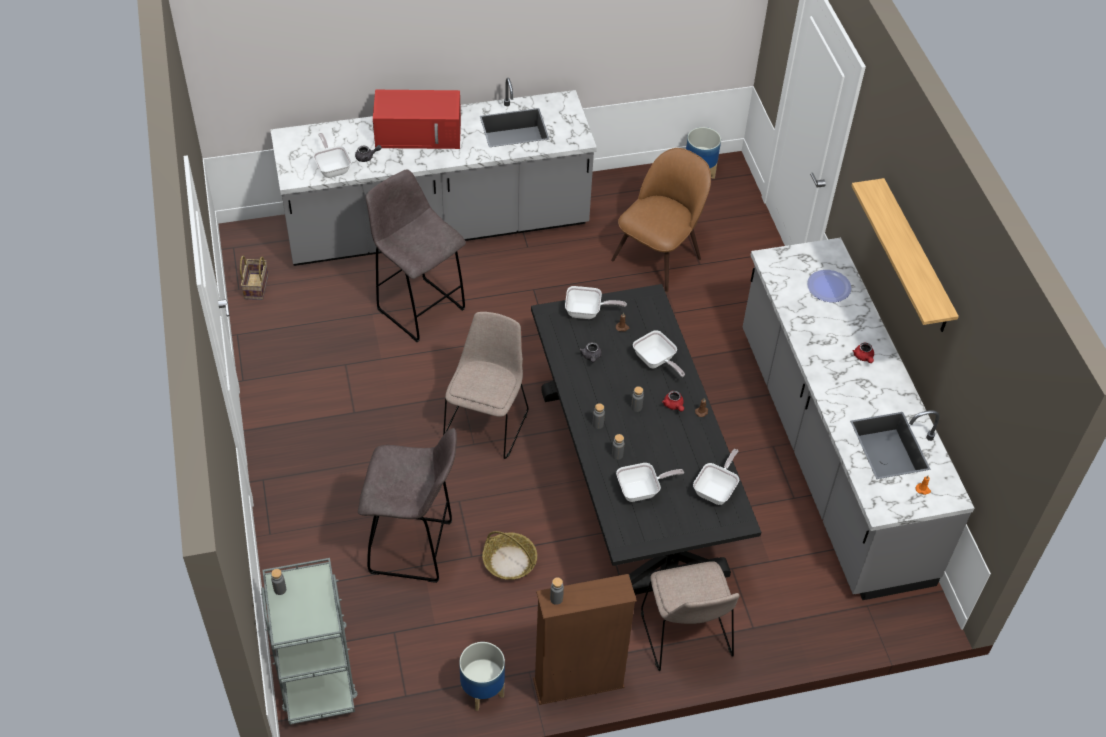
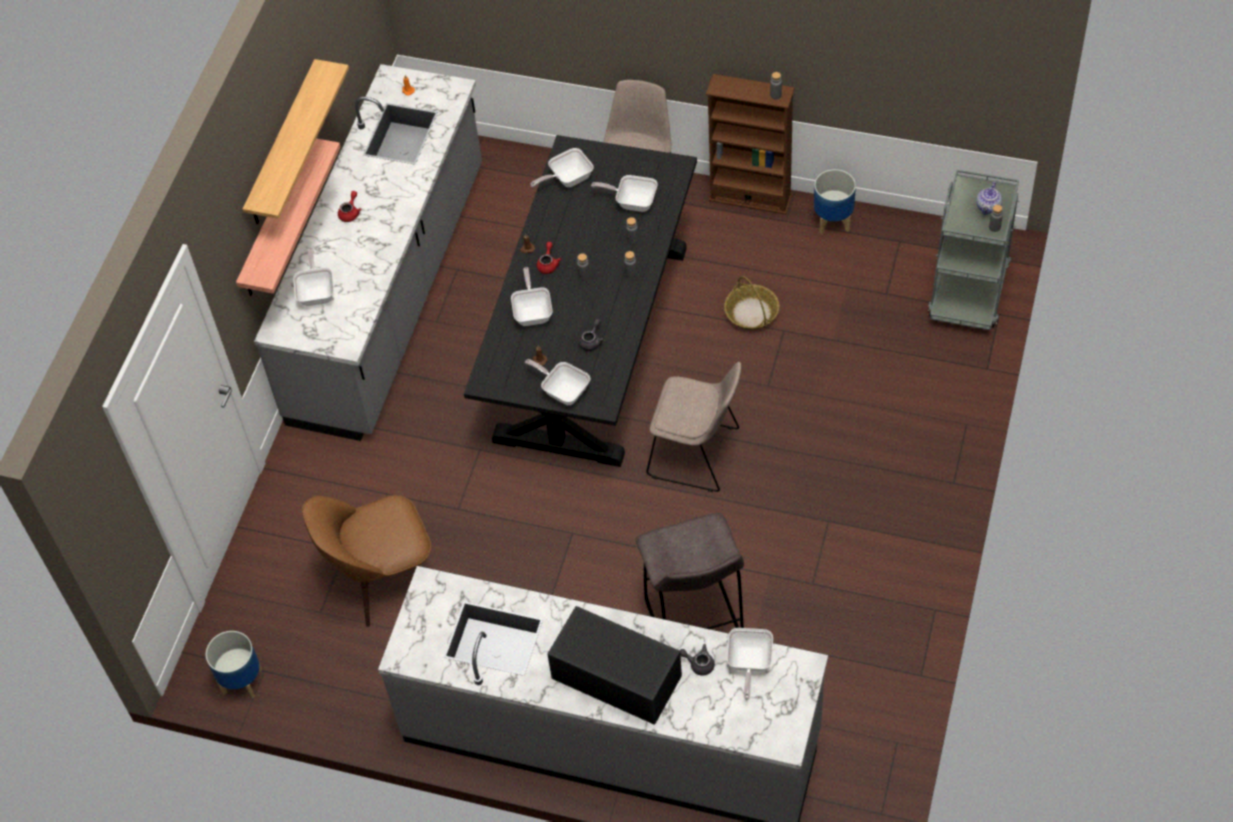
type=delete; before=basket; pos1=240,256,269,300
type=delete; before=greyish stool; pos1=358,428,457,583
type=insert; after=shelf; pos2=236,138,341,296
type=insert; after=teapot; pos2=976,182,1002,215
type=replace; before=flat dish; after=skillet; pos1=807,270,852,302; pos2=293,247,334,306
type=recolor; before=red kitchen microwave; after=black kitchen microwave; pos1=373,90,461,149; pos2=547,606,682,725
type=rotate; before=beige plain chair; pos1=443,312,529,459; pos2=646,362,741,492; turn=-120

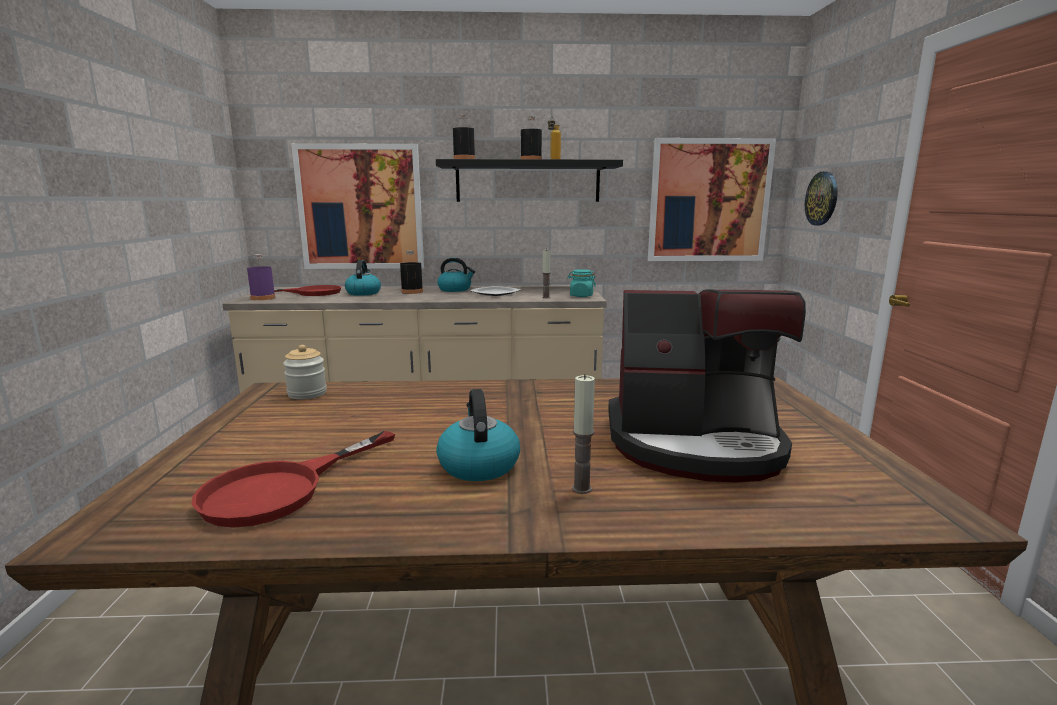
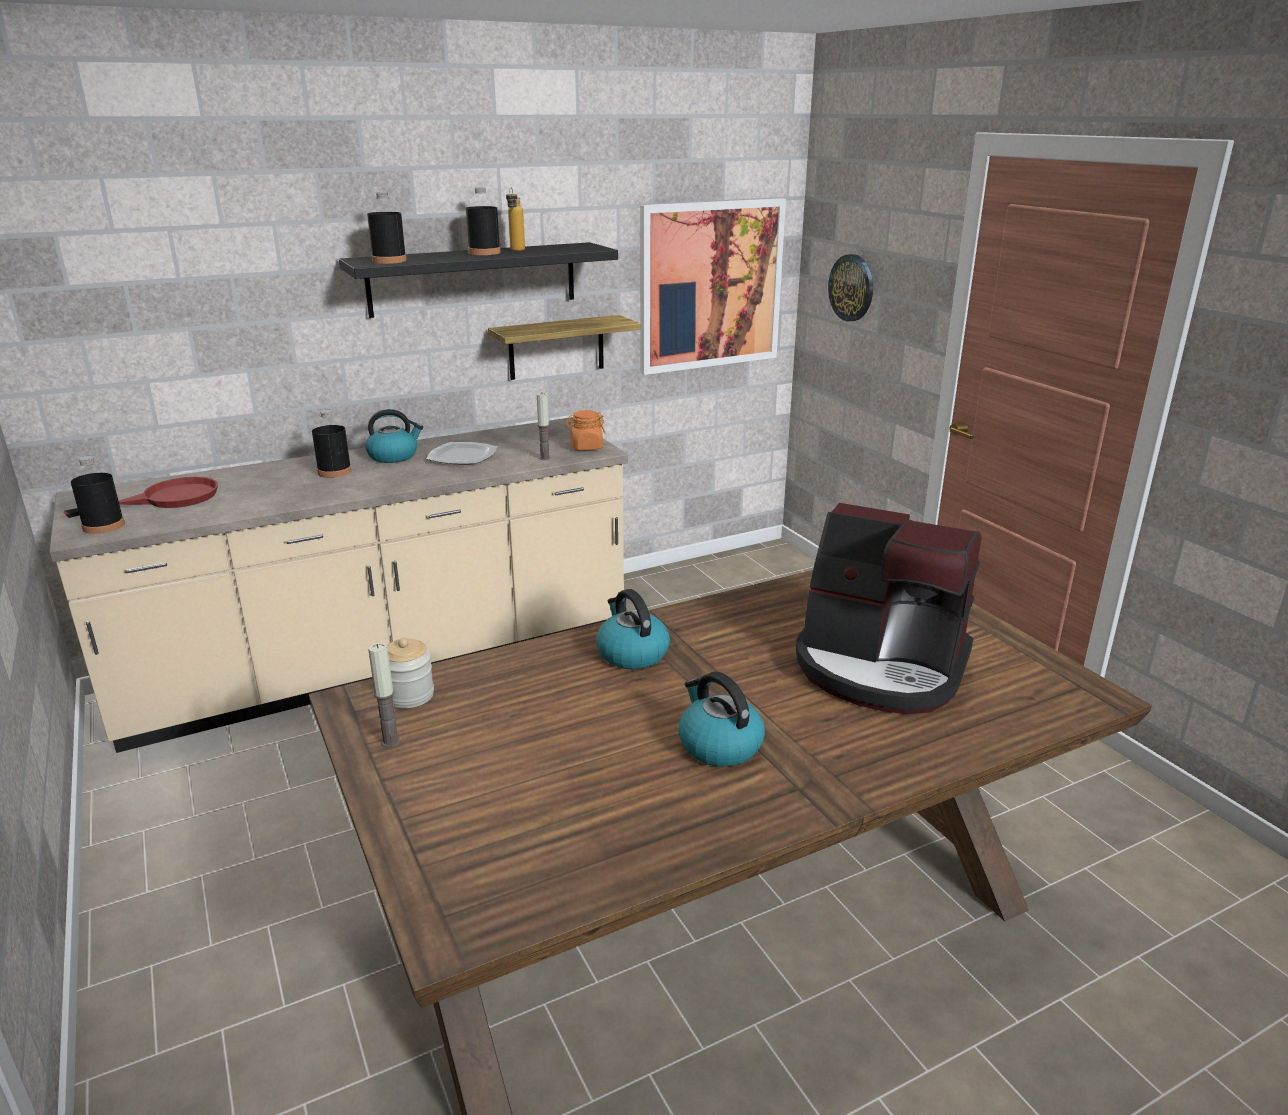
type=delete; before=red skillet; pos1=192,431,395,528
type=delete; before=wall picture; pos1=291,143,424,269
type=insert; after=shelf; pos2=488,315,641,380
type=move; before=tea kettle; pos1=345,260,381,296; pos2=596,589,670,669
type=move; before=wax candle; pos1=572,374,595,494; pos2=368,643,401,748
type=recolor; before=purple-coloured drink bottle; after=black drink bottle; pos1=247,254,275,300; pos2=71,456,125,534
type=recolor; before=turquoise preserve jar; after=orange-coloured preserve jar; pos1=567,269,596,297; pos2=566,410,606,450
type=rotate; before=coffee brewer; pos1=608,289,806,482; pos2=796,503,981,714; turn=45

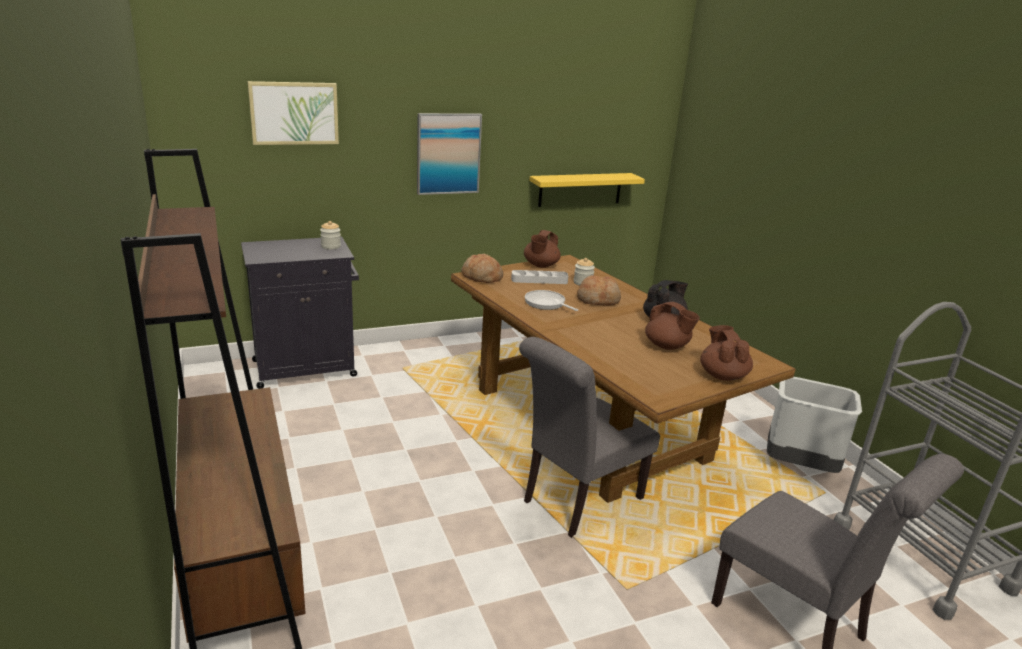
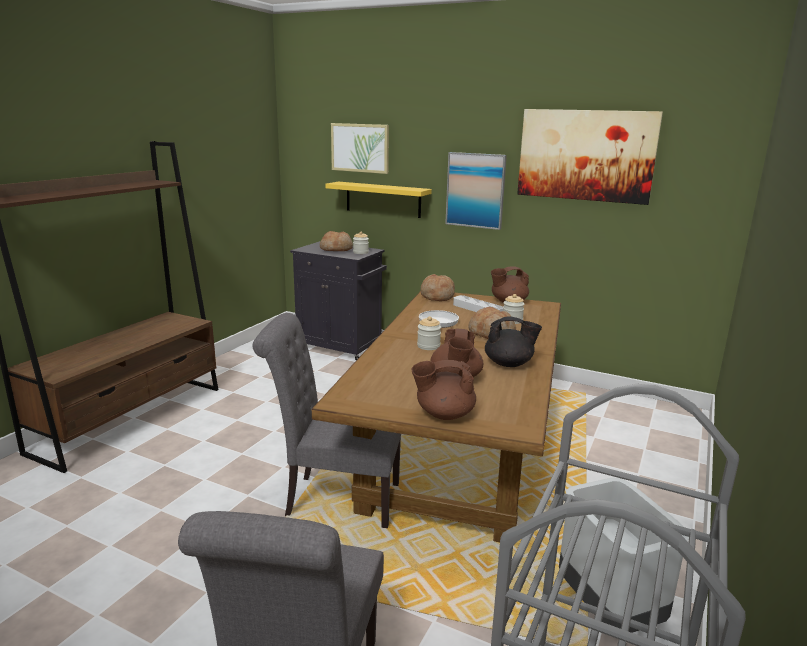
type=insert; after=bakery bread; pos2=320,231,353,251
type=insert; after=preserve jar; pos2=417,316,441,350
type=insert; after=wall picture; pos2=517,109,663,205
type=move; before=yellowish shelf; pos1=529,173,645,207; pos2=325,182,432,218
type=rotate; before=brownish teapot; pos1=700,325,753,381; pos2=412,360,476,420; turn=-135

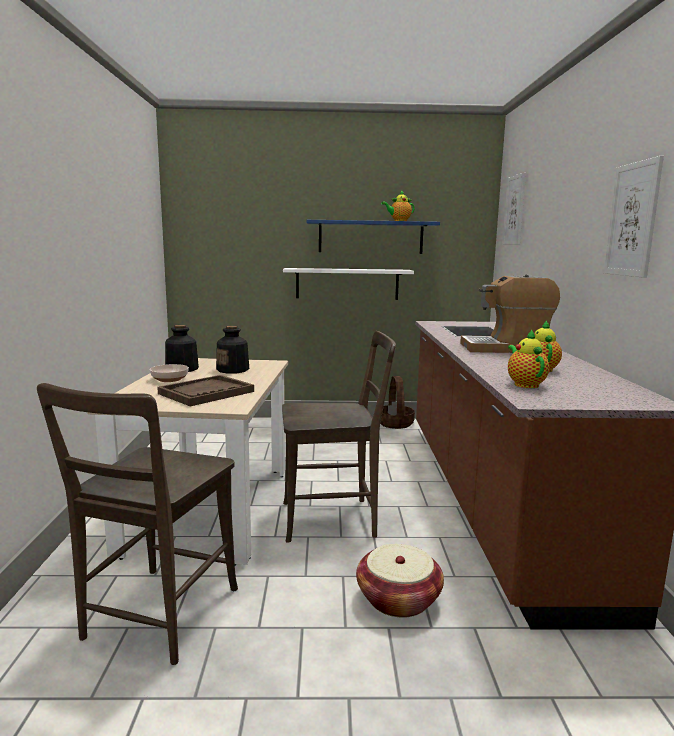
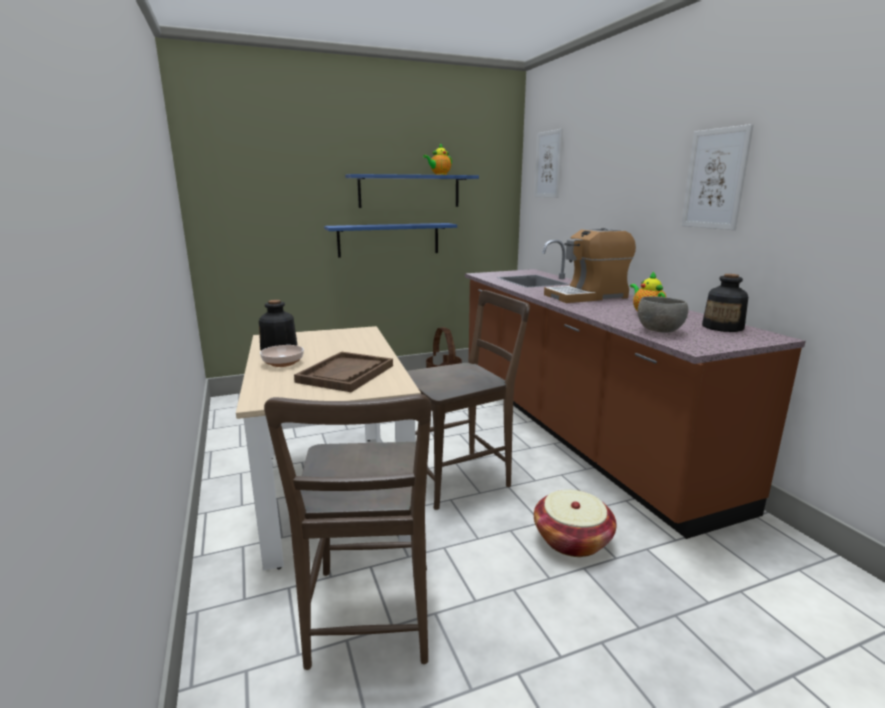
type=move; before=drink bottle; pos1=216,326,249,374; pos2=702,274,748,332
type=replace; before=teapot; after=greyish serving bowl; pos1=508,329,550,388; pos2=638,296,688,333
type=recolor; before=white shelf; after=blue shelf; pos1=283,268,414,300; pos2=324,223,457,258

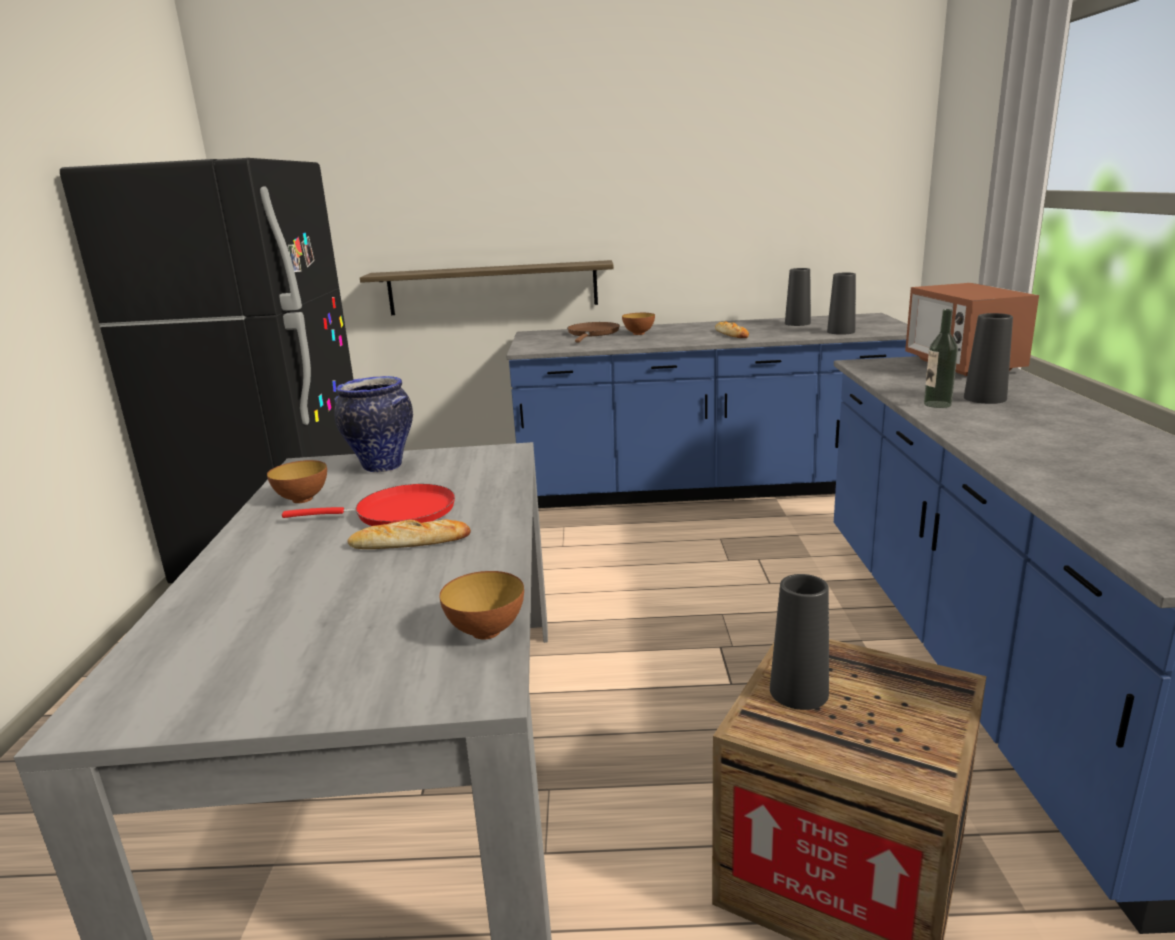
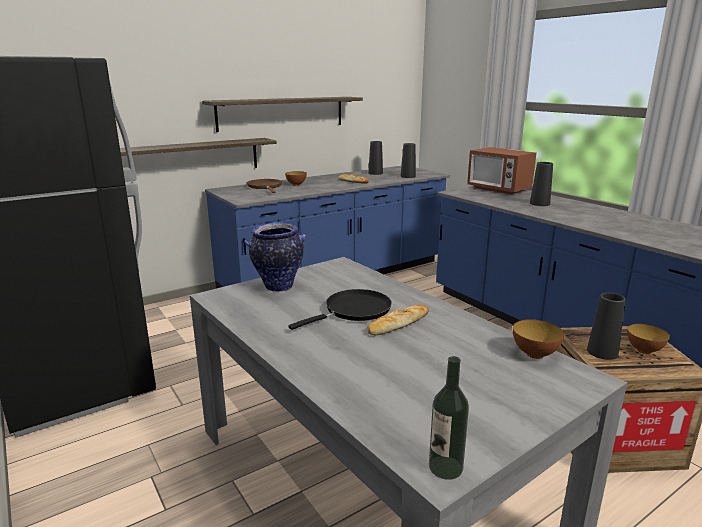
type=insert; after=shelf; pos2=202,97,363,132
type=move; before=serving bowl; pos1=267,460,327,503; pos2=627,324,670,354
type=move; before=drink bottle; pos1=924,309,958,408; pos2=429,356,469,480
type=recolor; before=red skillet; after=black skillet; pos1=282,484,455,526; pos2=289,289,392,330

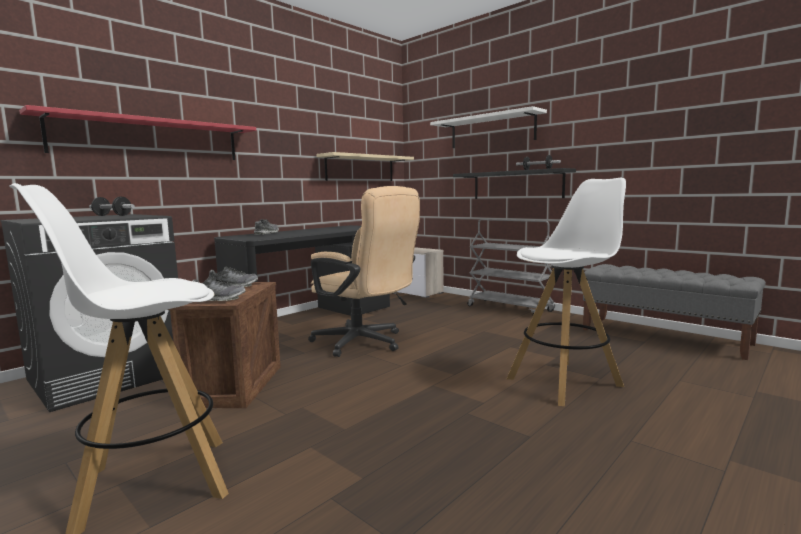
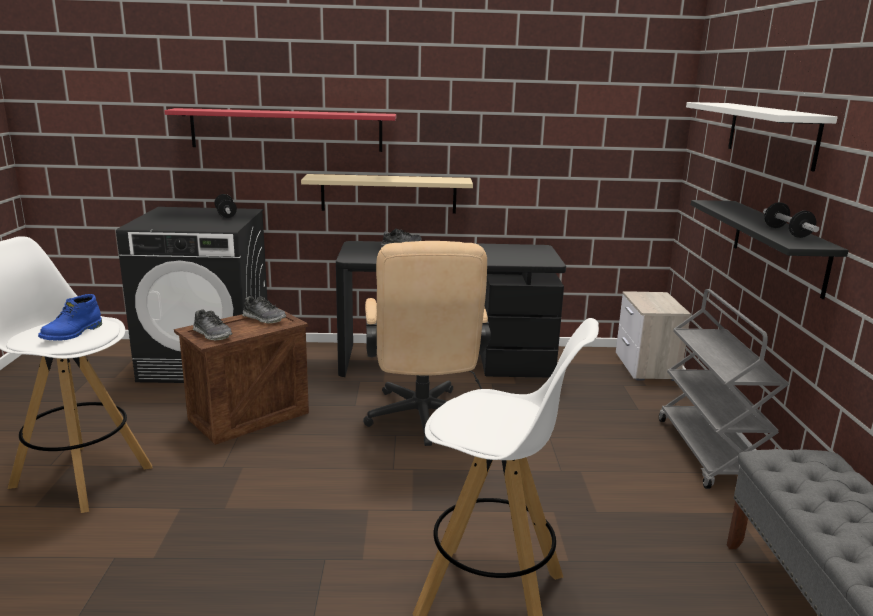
type=insert; after=blue boot; pos2=38,294,102,341
type=move; before=beige shelf; pos1=316,152,414,181; pos2=301,174,473,214

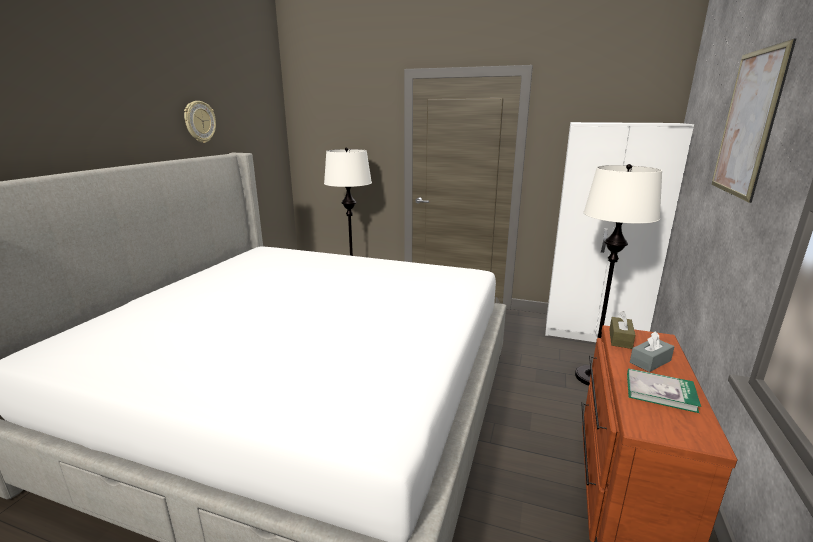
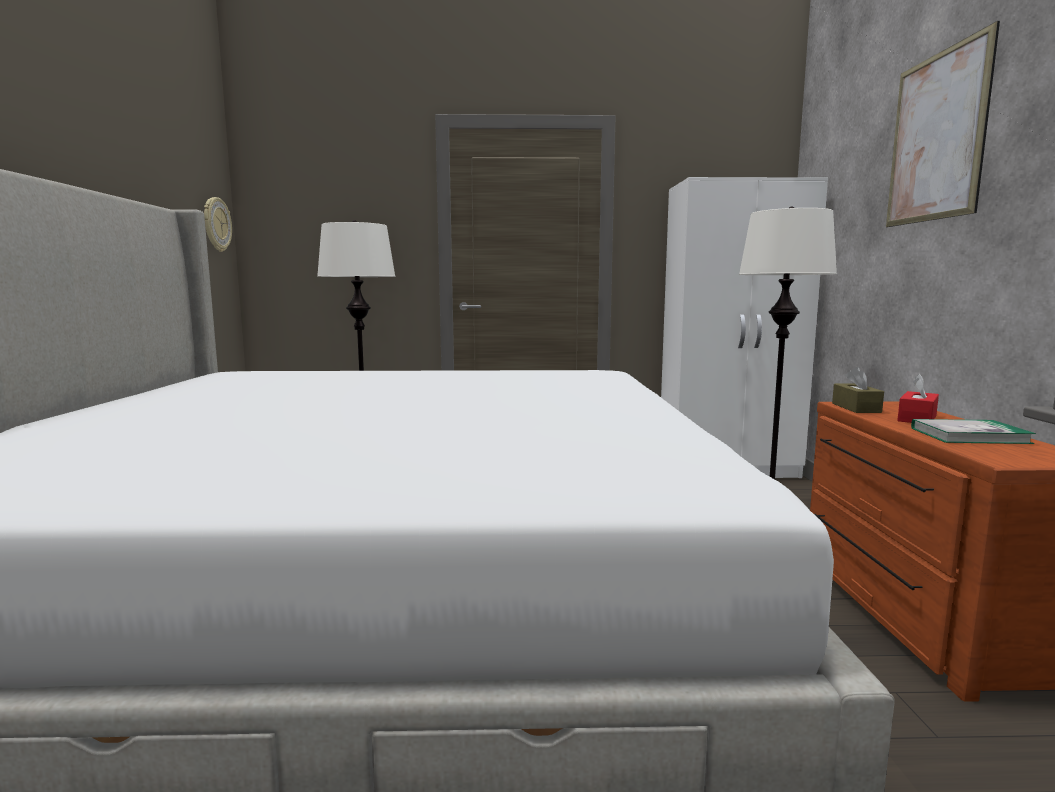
type=move; before=hanging clock; pos1=184,101,216,143; pos2=204,197,232,252
type=recolor; before=greyish tissue box; after=red tissue box; pos1=630,331,675,372; pos2=897,374,939,423

